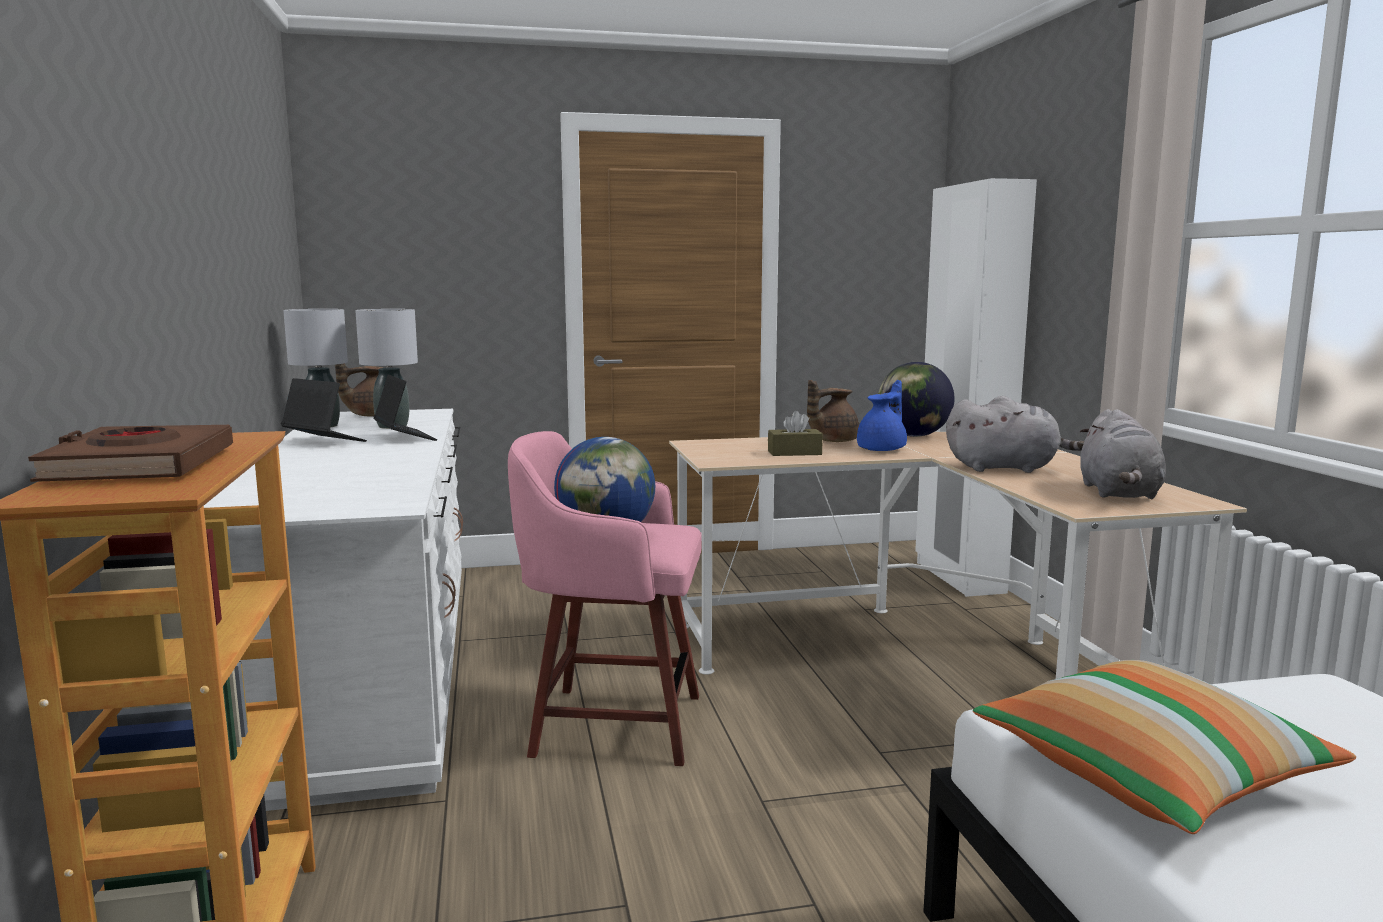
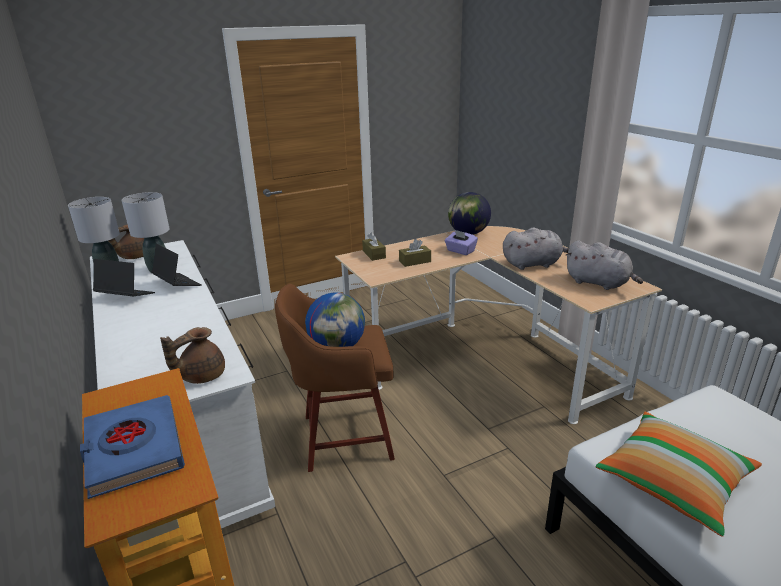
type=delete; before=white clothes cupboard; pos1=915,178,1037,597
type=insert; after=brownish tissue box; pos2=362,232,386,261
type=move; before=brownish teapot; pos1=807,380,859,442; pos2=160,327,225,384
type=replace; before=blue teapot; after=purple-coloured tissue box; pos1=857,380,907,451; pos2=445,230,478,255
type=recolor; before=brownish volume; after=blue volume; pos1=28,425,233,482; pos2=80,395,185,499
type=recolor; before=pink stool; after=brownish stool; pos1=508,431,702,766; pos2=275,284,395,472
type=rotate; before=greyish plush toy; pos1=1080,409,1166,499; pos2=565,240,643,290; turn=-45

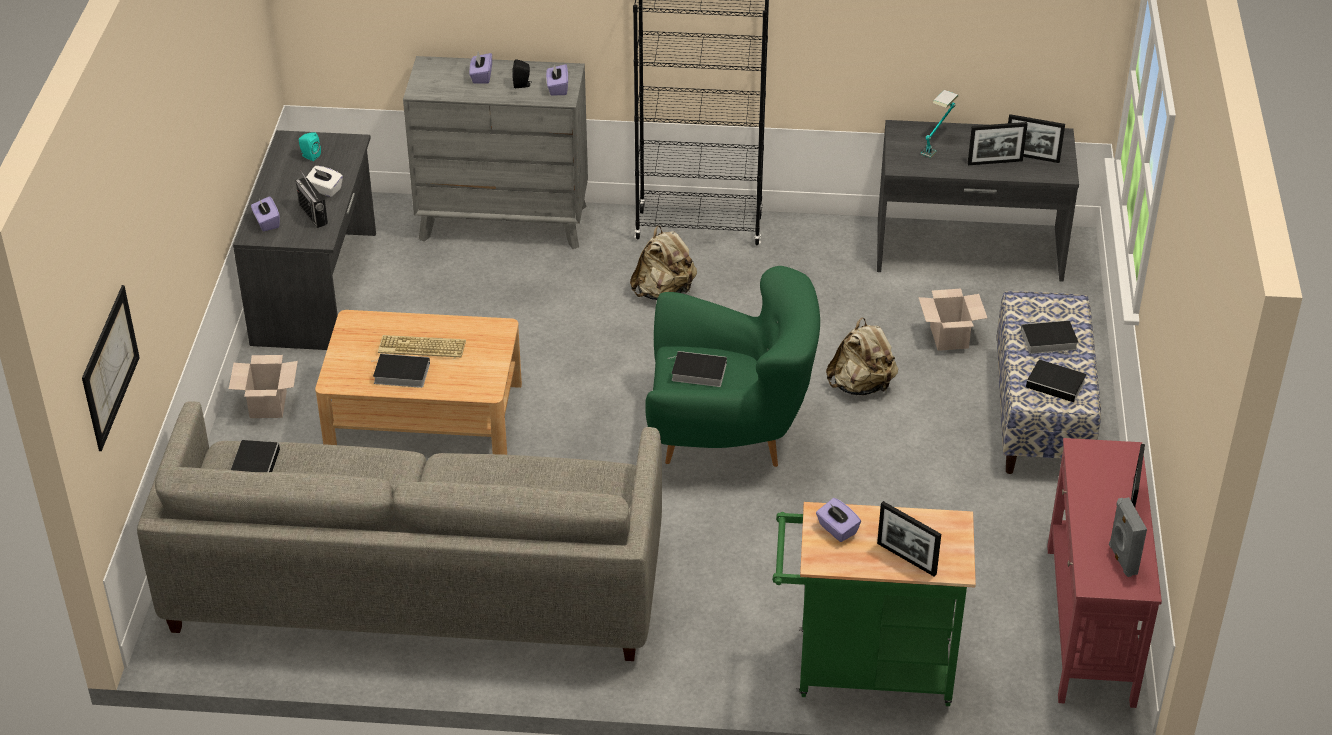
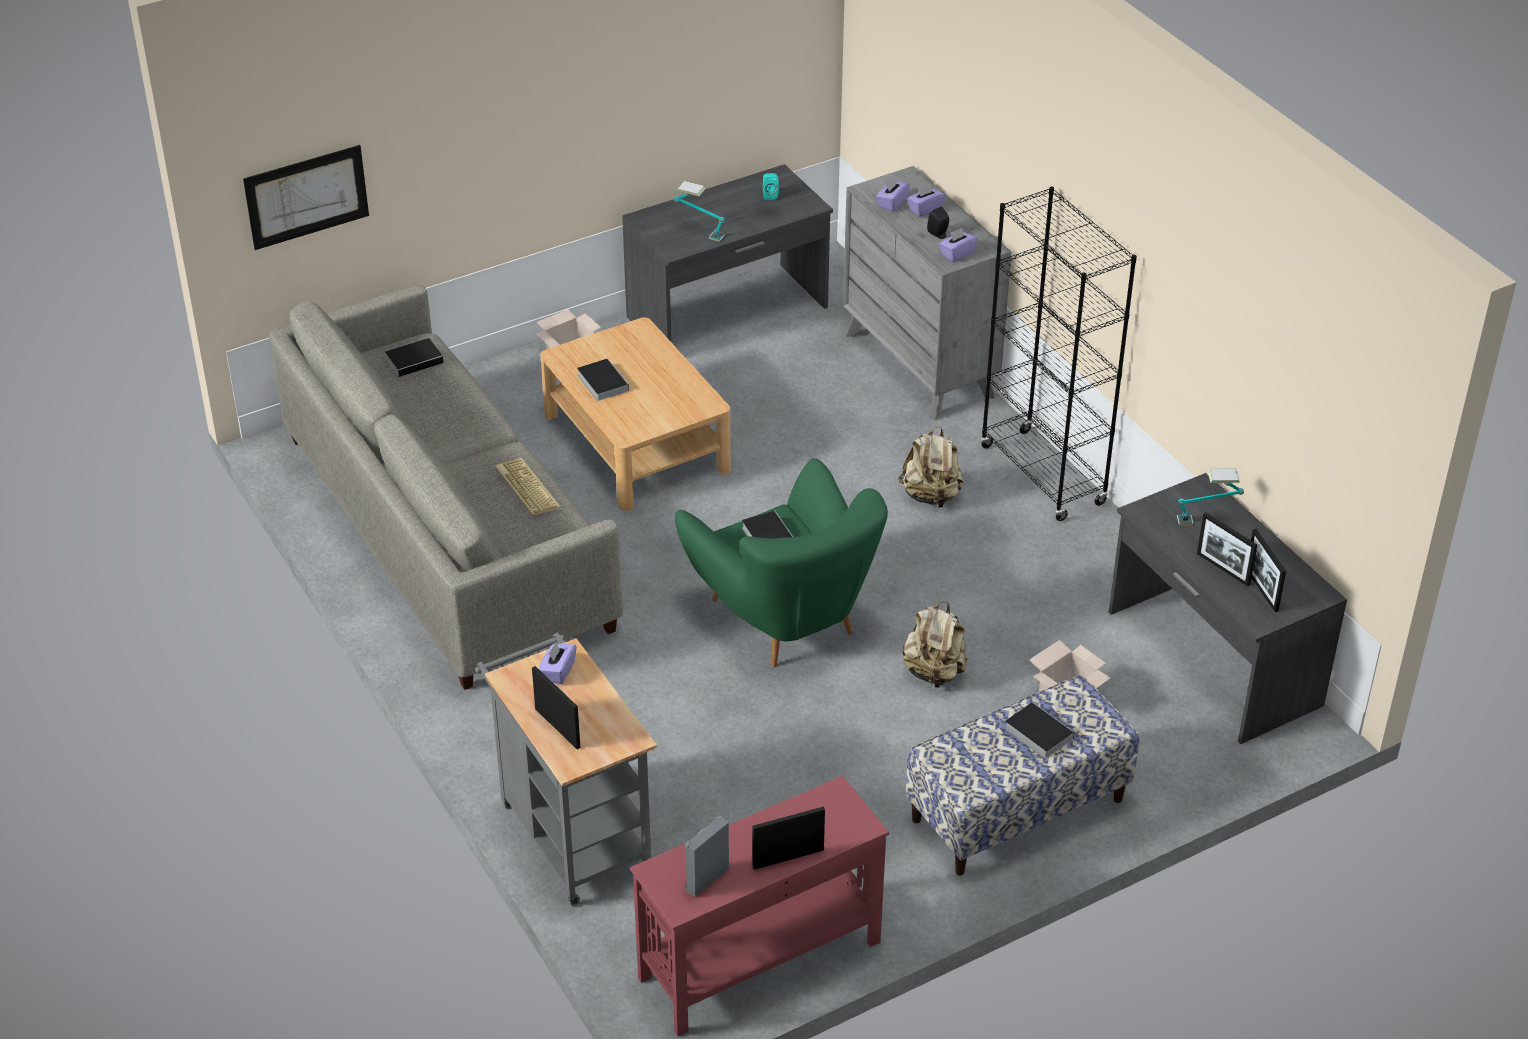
type=delete; before=white tissue box; pos1=306,166,343,197
type=delete; before=volume; pos1=1026,360,1087,404
type=move; before=purple-coloured tissue box; pos1=251,196,280,231; pos2=876,177,910,212
type=move; before=keyboard; pos1=378,335,466,359; pos2=495,458,561,516
type=replace; before=radio receiver; after=lamp for a table; pos1=295,170,328,228; pos2=674,181,725,242
type=recolor; before=green cart; after=greyish cart; pos1=773,502,976,706; pos2=475,633,657,906
type=rotate; before=picture frame; pos1=877,501,941,577; pos2=532,666,580,749; turn=135

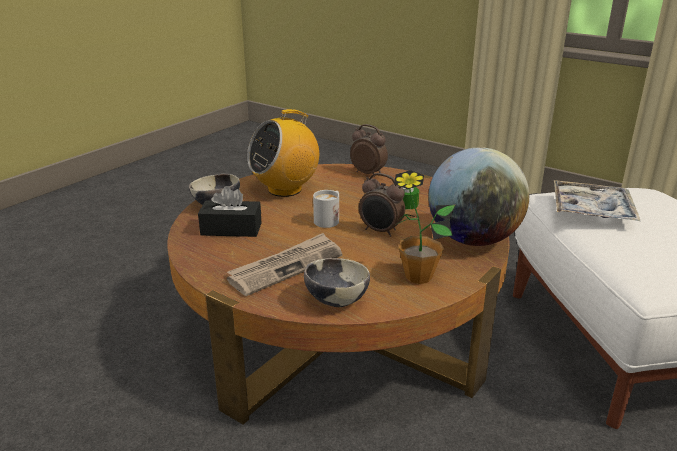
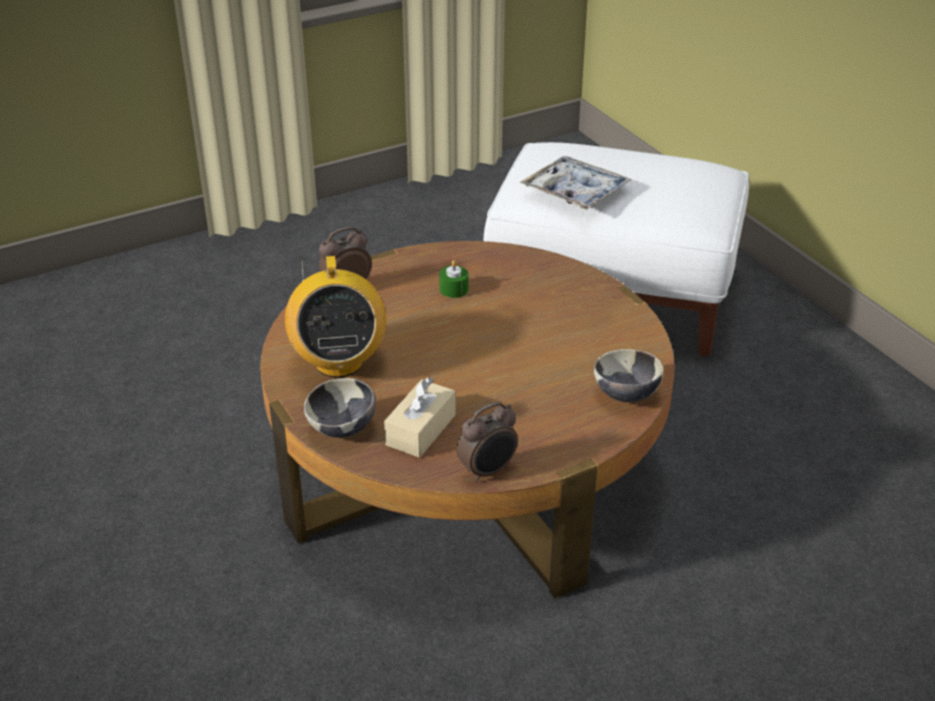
type=delete; before=daily paper; pos1=227,233,342,296
type=delete; before=white tea mug; pos1=313,190,339,228
type=delete; before=houseplant; pos1=394,170,455,284
type=delete; before=globe; pos1=428,147,529,246
type=move; before=alarm clock; pos1=359,173,405,237; pos2=456,402,518,483
type=recolor; before=black tissue box; after=beige tissue box; pos1=198,186,262,237; pos2=384,377,456,458

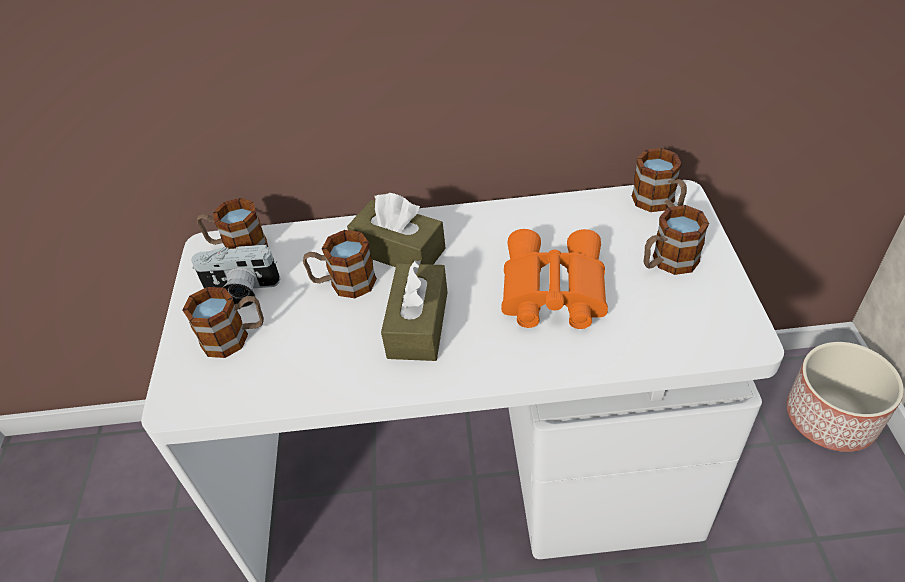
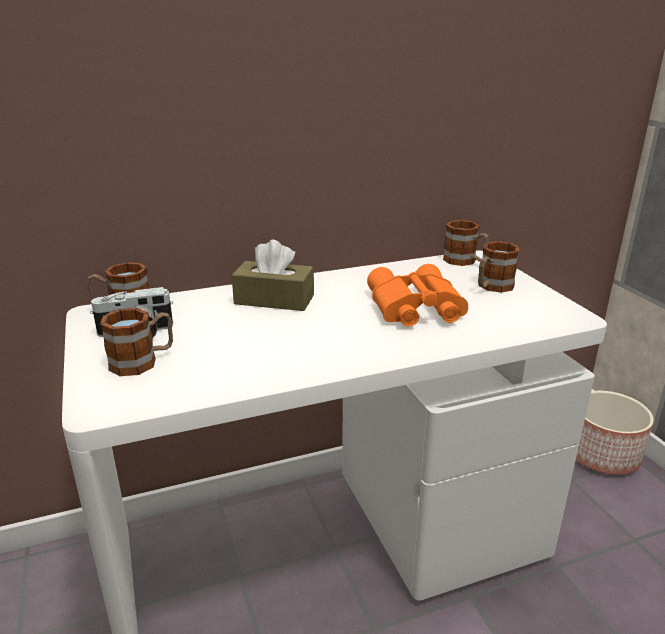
type=delete; before=tea mug; pos1=303,230,377,298
type=delete; before=brownish tissue box; pos1=381,260,448,361

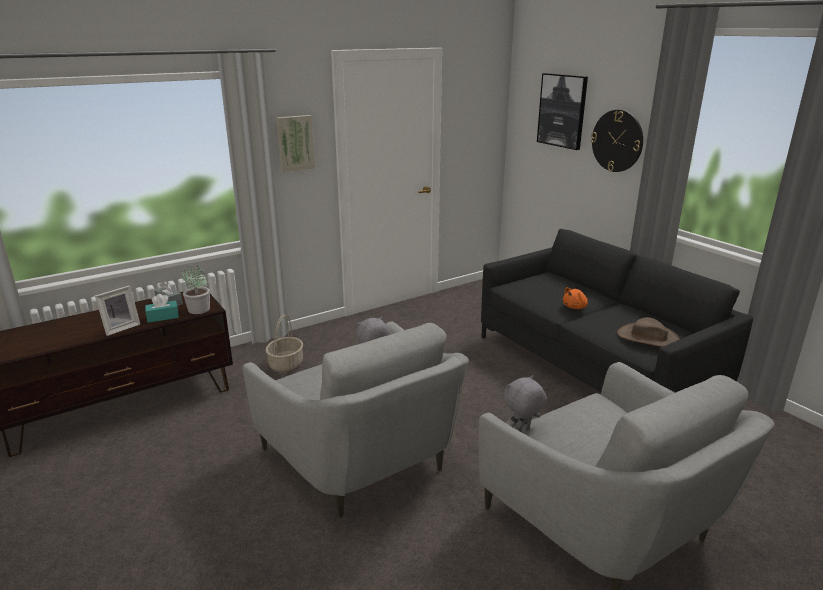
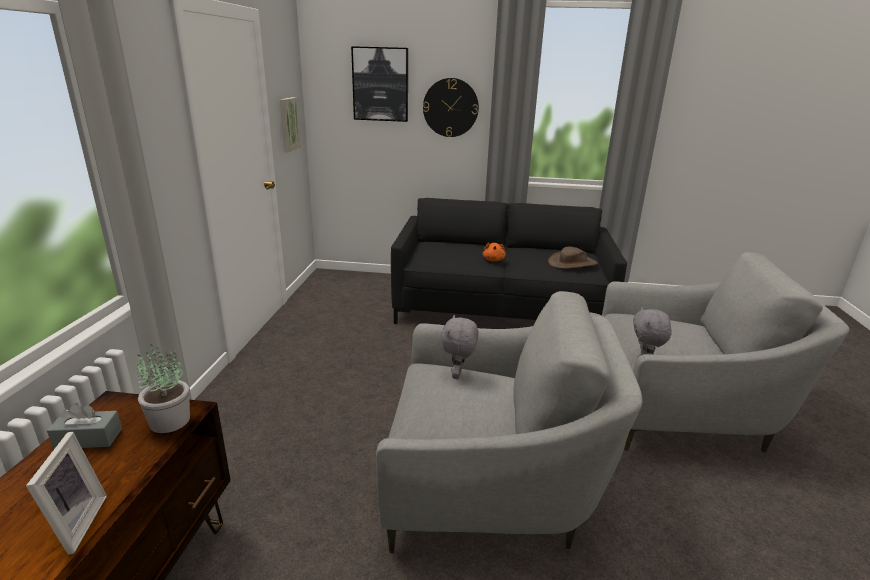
type=delete; before=turquoise tissue box; pos1=145,294,179,323
type=delete; before=basket; pos1=266,314,303,372
type=move; before=wall picture; pos1=276,115,315,172; pos2=279,97,301,152

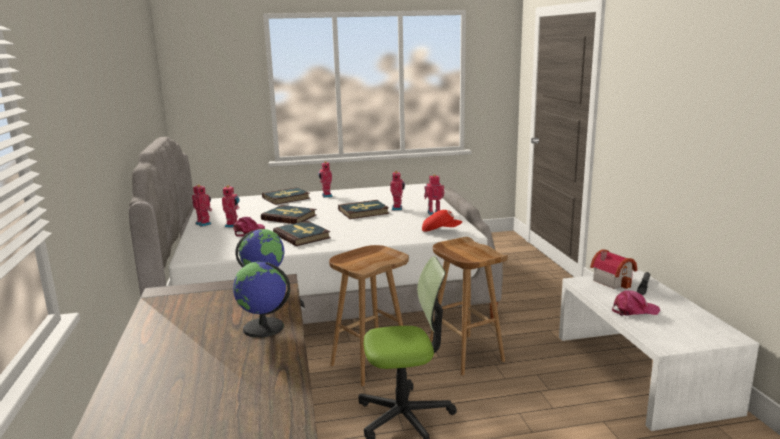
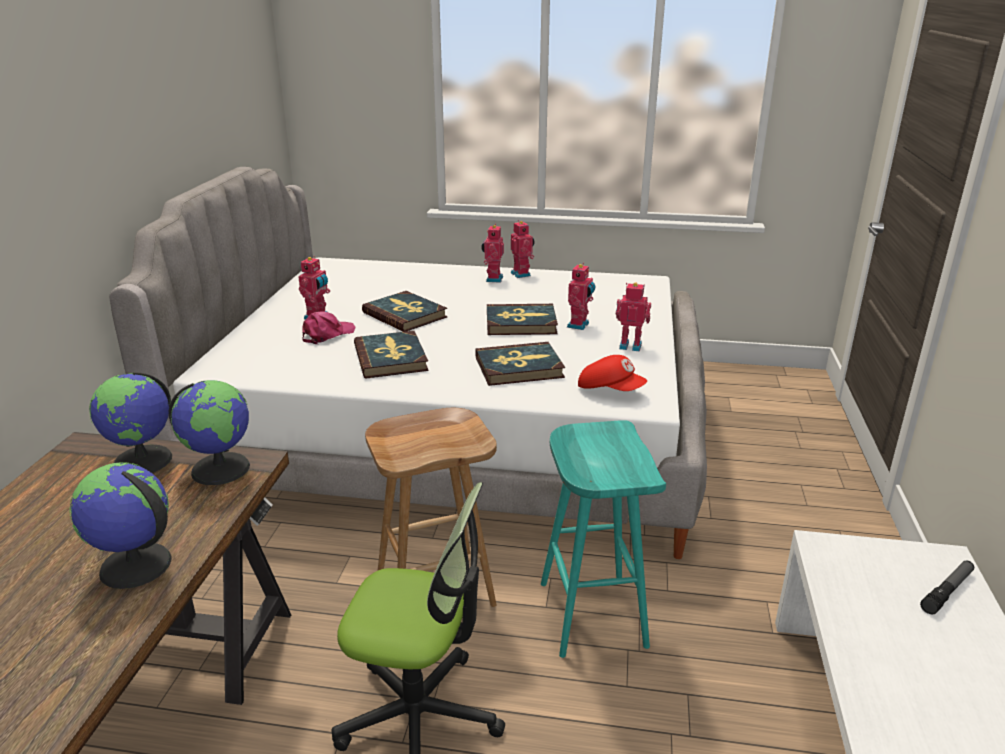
type=delete; before=miniature house; pos1=590,249,637,289
type=delete; before=pink cap; pos1=612,290,660,316
type=insert; after=globe; pos2=89,372,172,473
type=move; before=toy robot; pos1=192,185,212,227; pos2=511,220,534,278
type=move; before=volume; pos1=262,187,310,205; pos2=475,342,565,386
type=recolor; before=brownish stool; after=turquoise stool; pos1=430,237,508,375; pos2=541,420,666,658

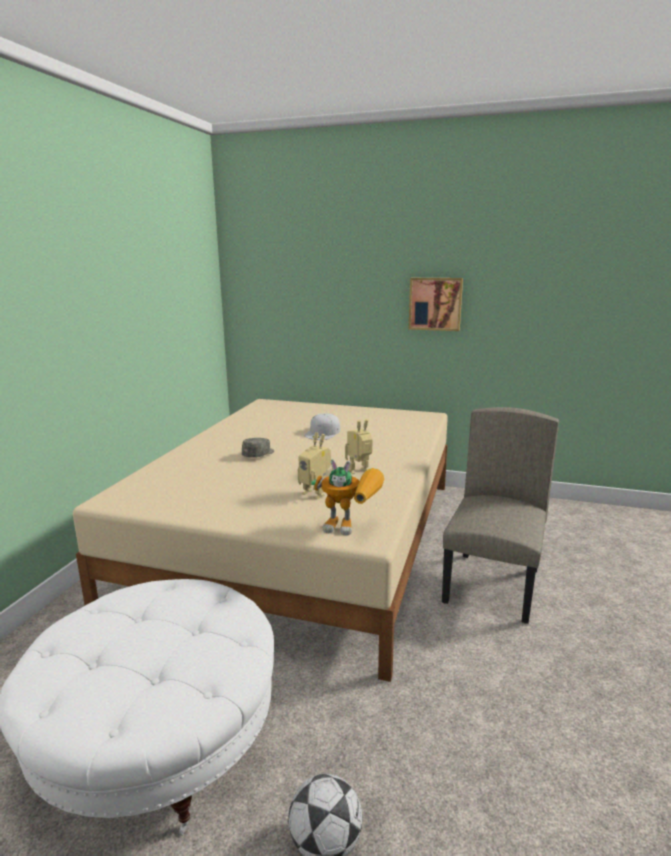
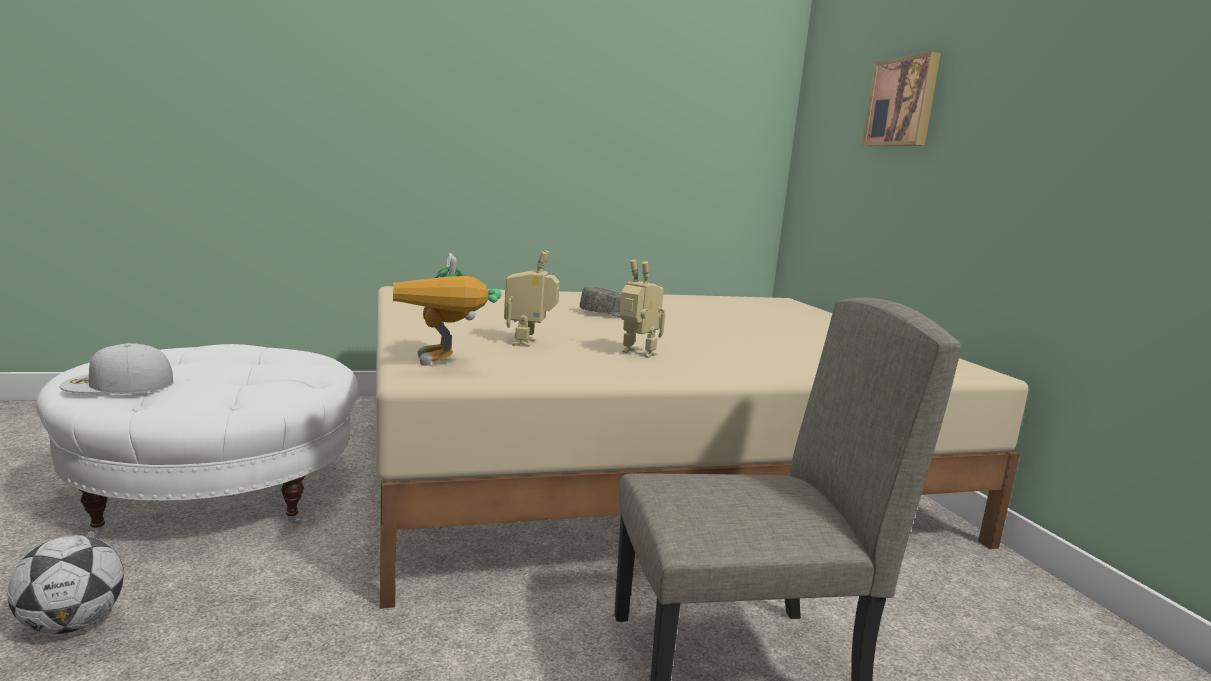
type=move; before=white cap; pos1=305,413,340,440; pos2=60,343,173,394
type=move; before=wall picture; pos1=408,278,463,331; pos2=862,52,941,146

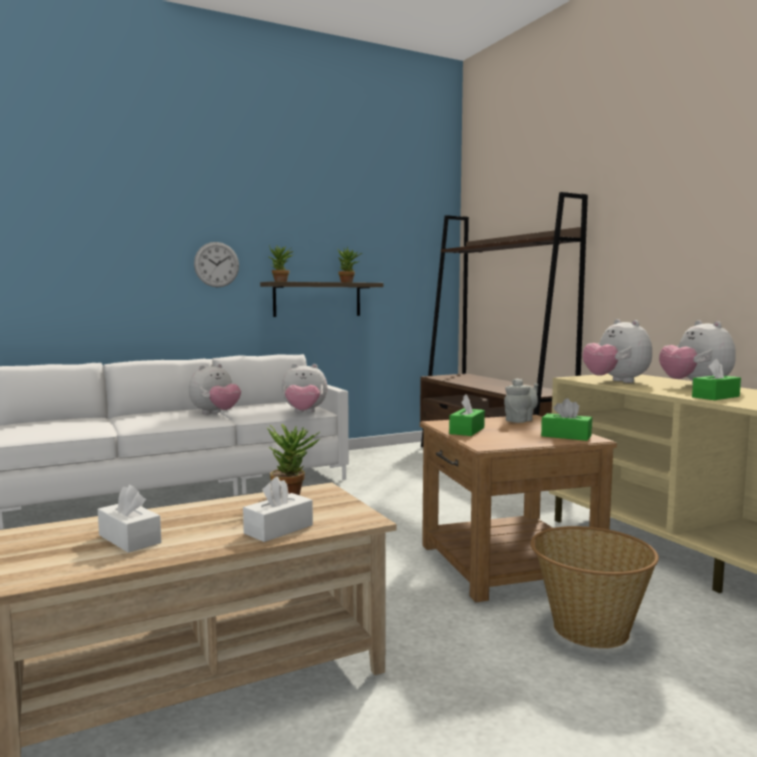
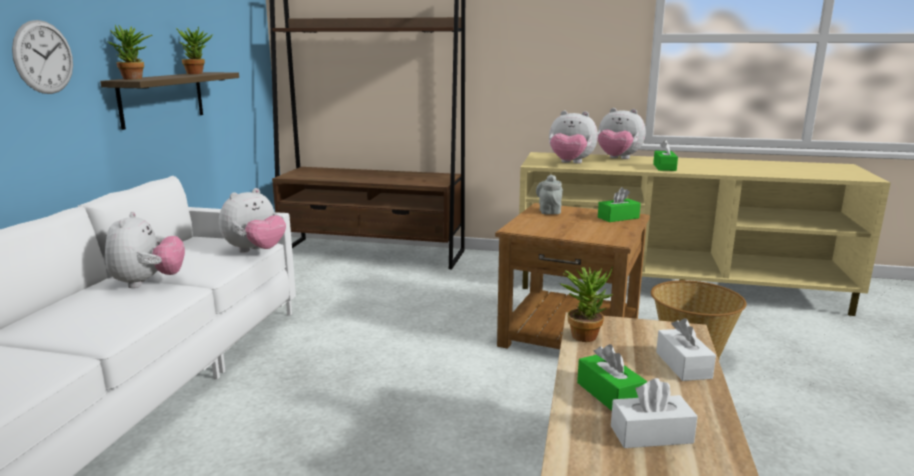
type=move; before=green tissue box; pos1=449,395,485,436; pos2=577,344,647,411

